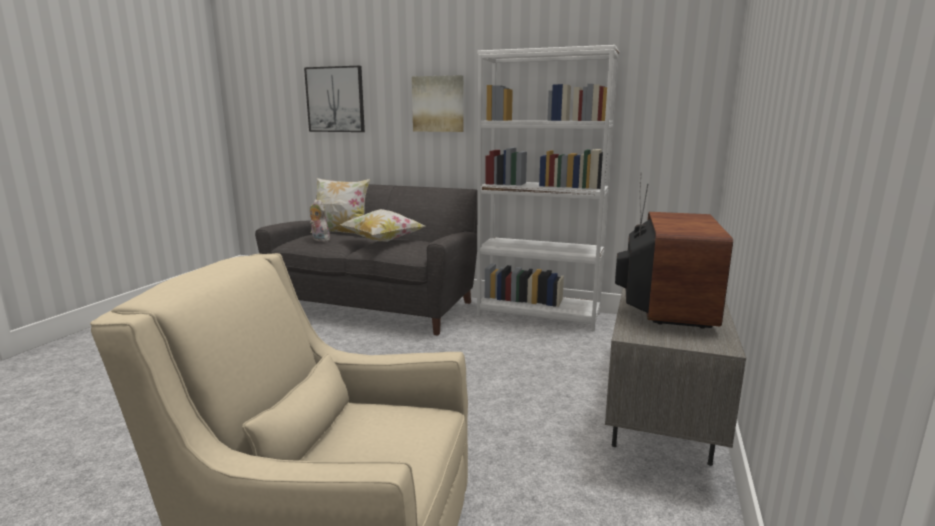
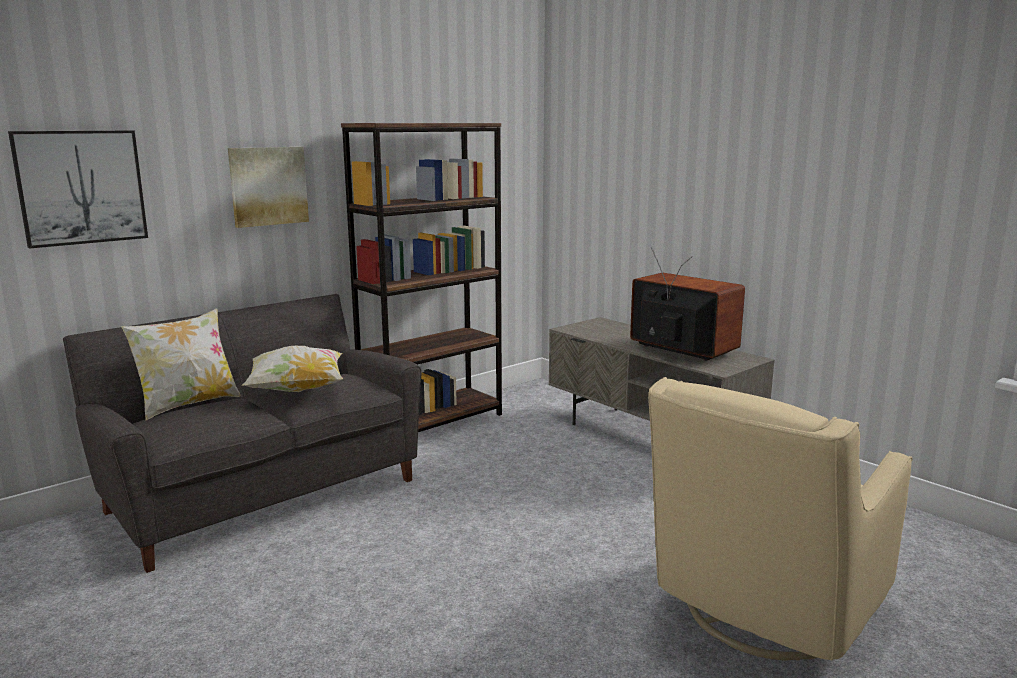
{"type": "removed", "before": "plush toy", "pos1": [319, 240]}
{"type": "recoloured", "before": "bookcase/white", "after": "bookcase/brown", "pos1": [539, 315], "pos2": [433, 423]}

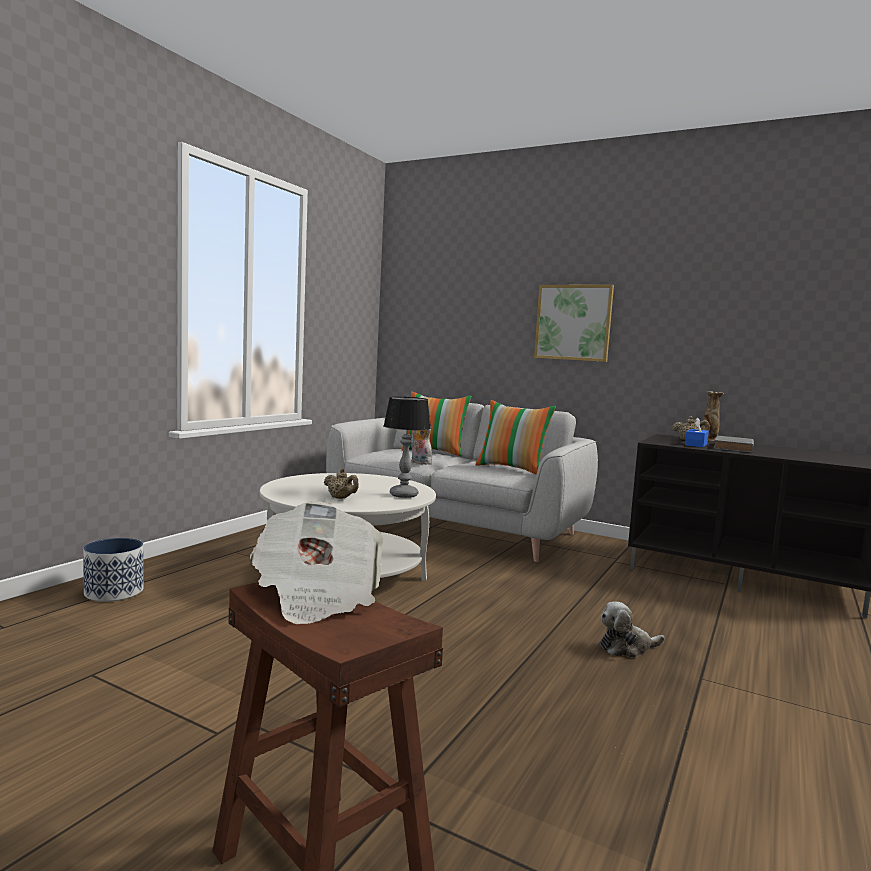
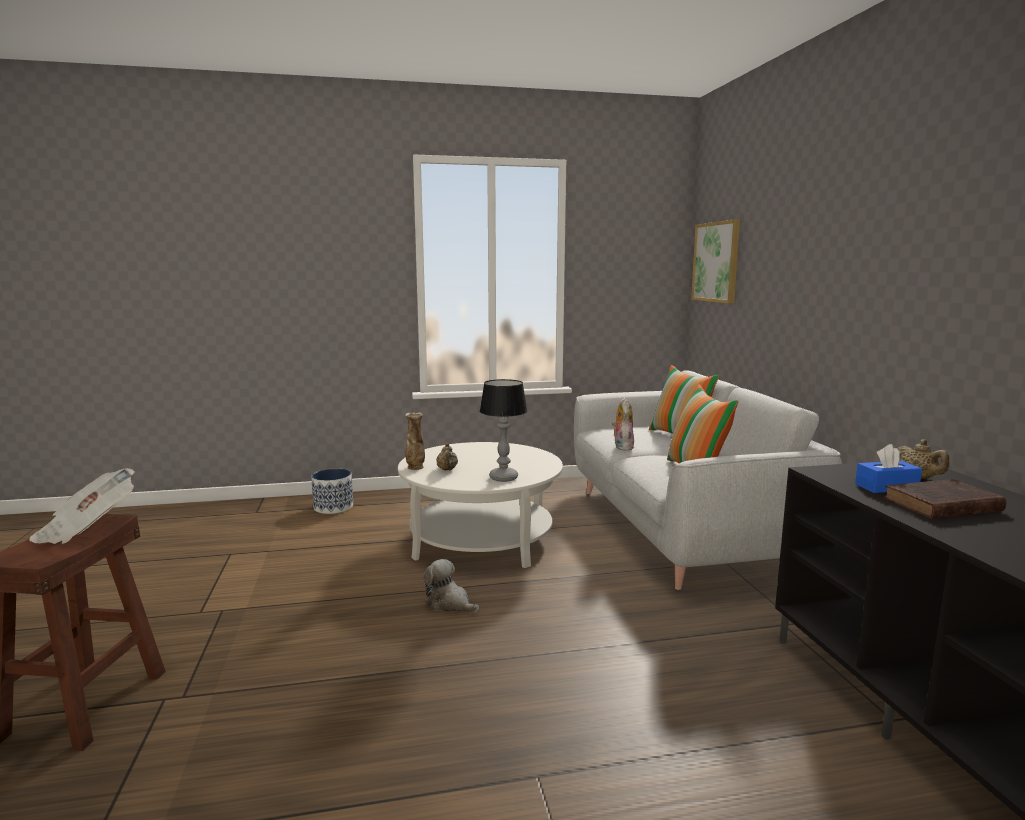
{"type": "moved", "before": "picture", "pos1": [573, 322], "pos2": [716, 262]}
{"type": "moved", "before": "plush toy", "pos1": [627, 648], "pos2": [449, 604]}
{"type": "moved", "before": "vase", "pos1": [709, 440], "pos2": [415, 467]}
{"type": "recoloured", "before": "book/grey", "after": "book/brown", "pos1": [733, 448], "pos2": [939, 505]}

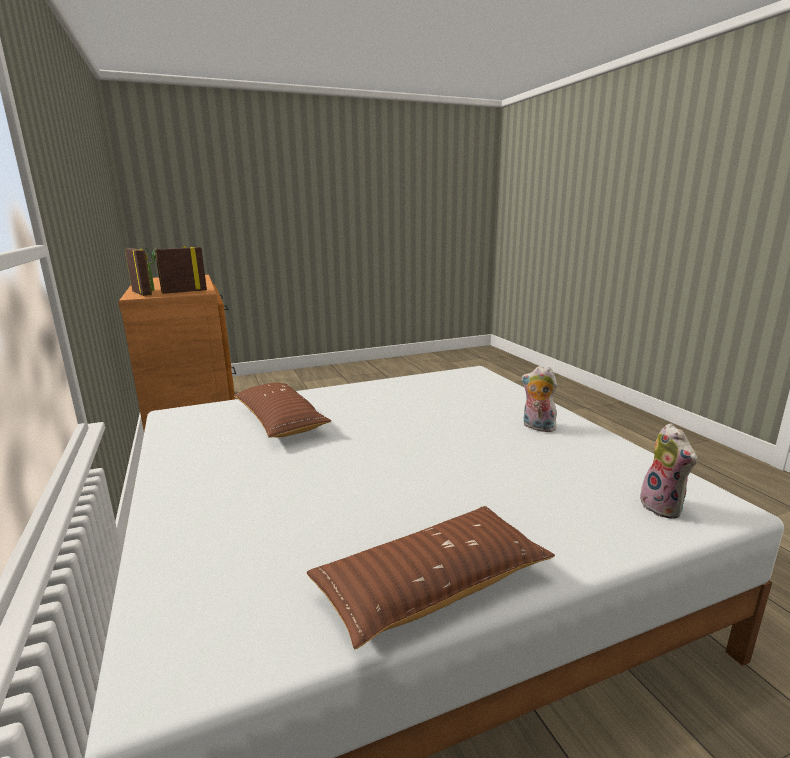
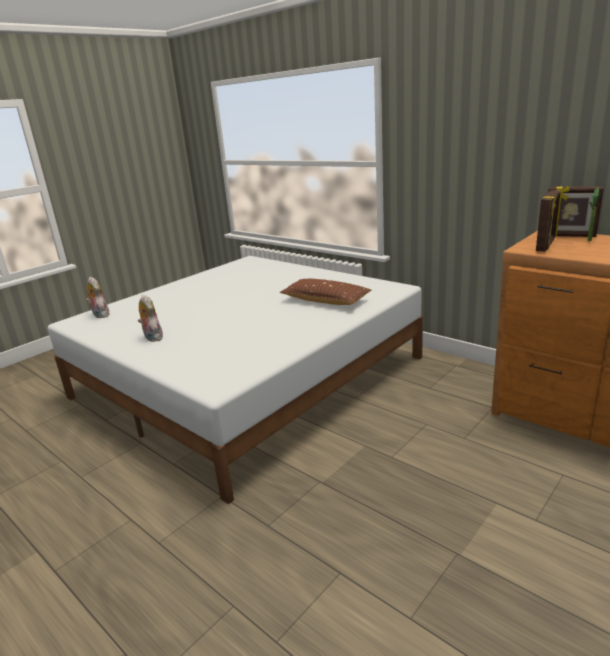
{"type": "removed", "before": "pillow/brown", "pos1": [432, 586]}
{"type": "turned", "before": "plush toy", "pos1": [537, 427], "pos2": [152, 337], "turn": -135}

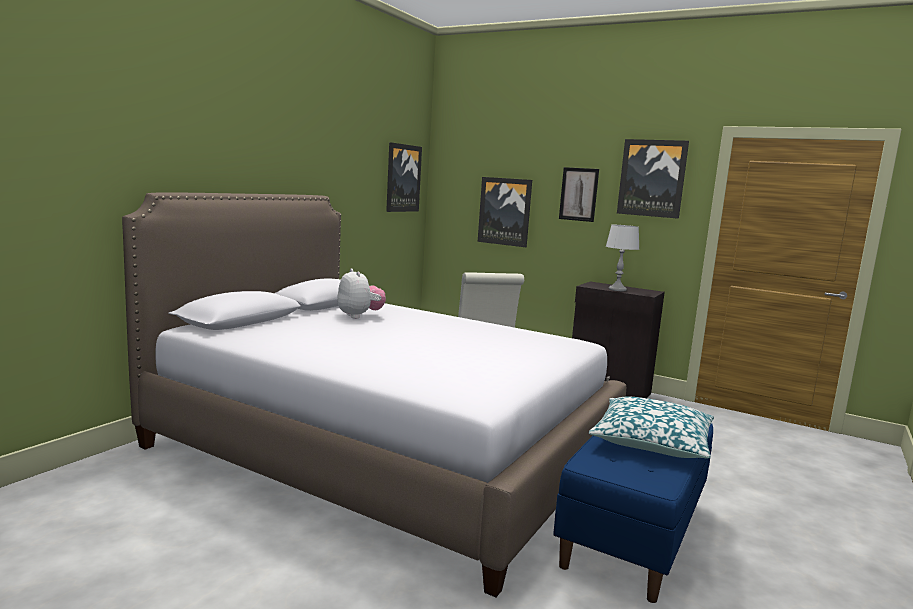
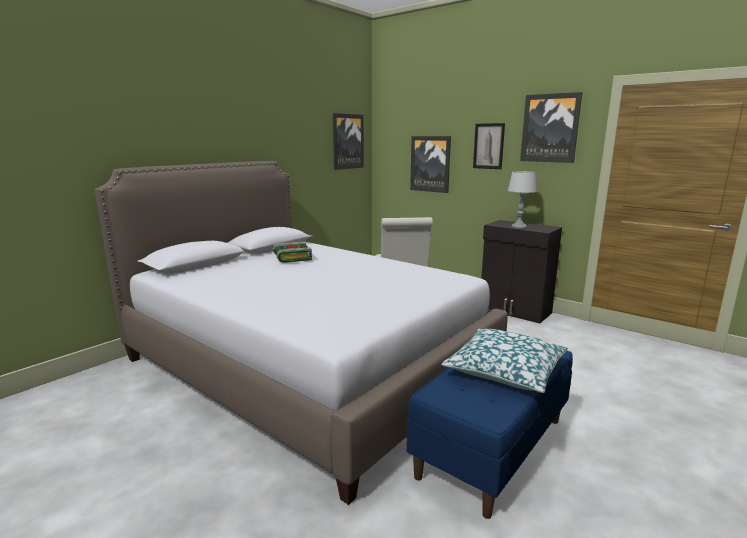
{"type": "replaced", "before": "plush toy", "after": "book", "pos1": [359, 316], "pos2": [291, 257]}

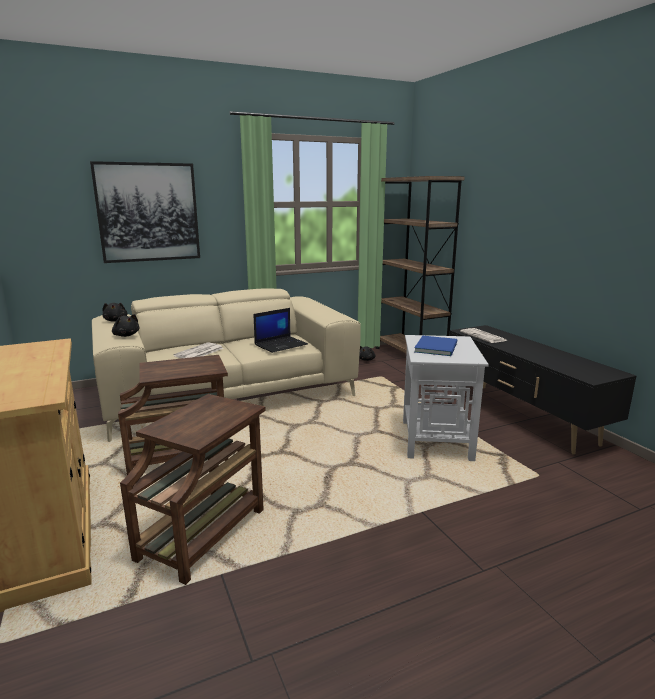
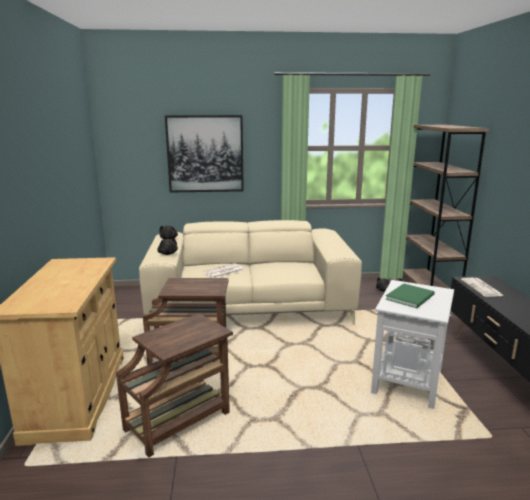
{"type": "removed", "before": "laptop", "pos1": [281, 344]}
{"type": "recoloured", "before": "book/blue", "after": "book/green", "pos1": [437, 347], "pos2": [411, 297]}

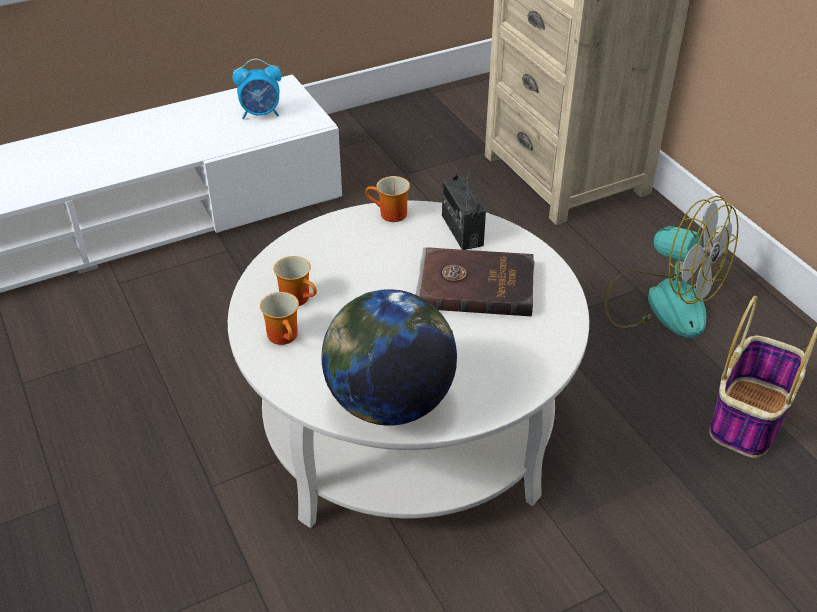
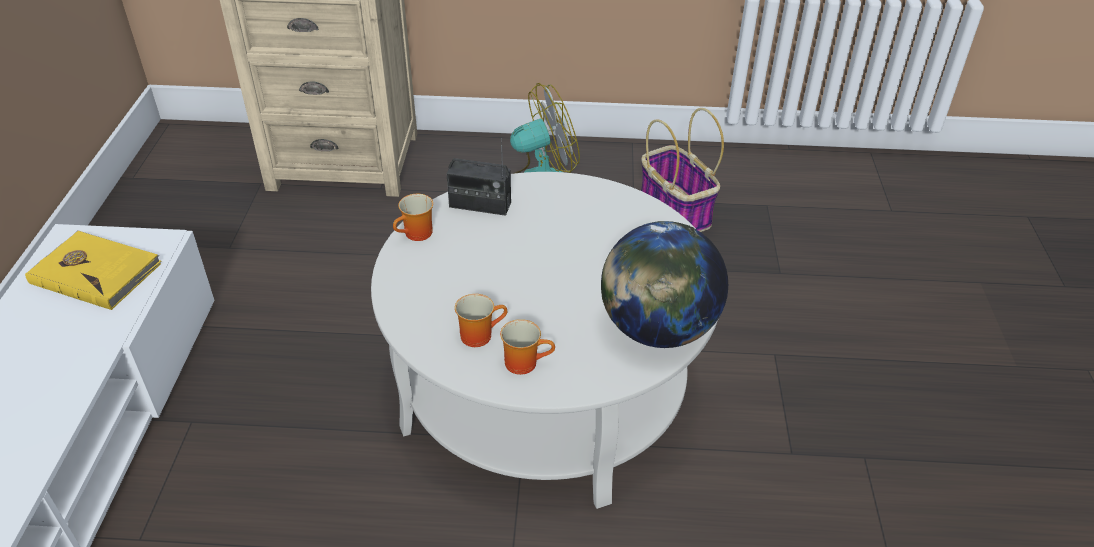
{"type": "removed", "before": "book/brown", "pos1": [475, 285]}
{"type": "replaced", "before": "alarm clock", "after": "book/yellow", "pos1": [261, 114], "pos2": [96, 272]}

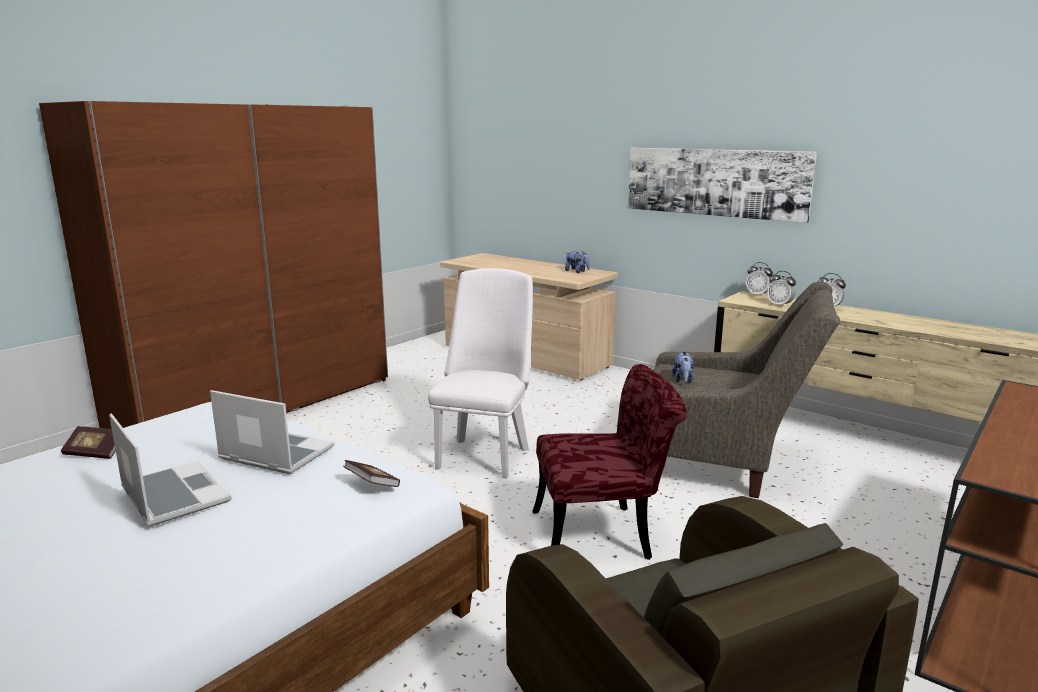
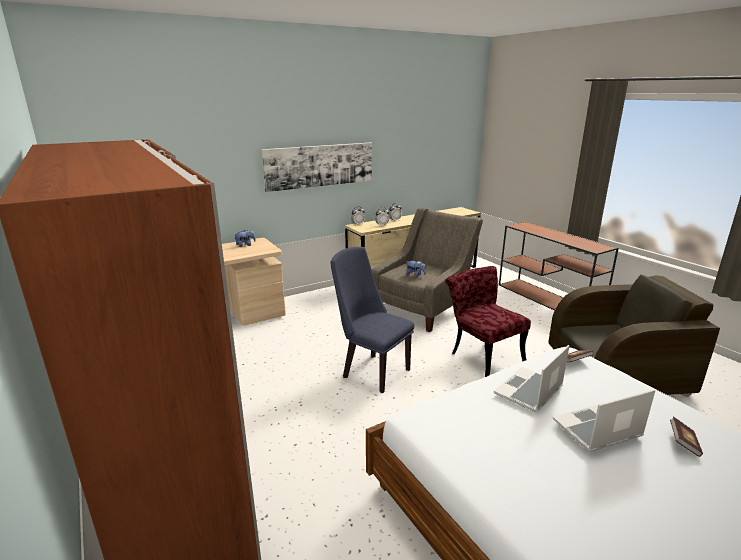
{"type": "moved", "before": "book", "pos1": [95, 452], "pos2": [683, 443]}
{"type": "recoloured", "before": "chair/white", "after": "chair/blue", "pos1": [484, 454], "pos2": [371, 371]}
{"type": "turned", "before": "chair/red", "pos1": [604, 534], "pos2": [482, 354], "turn": -45}

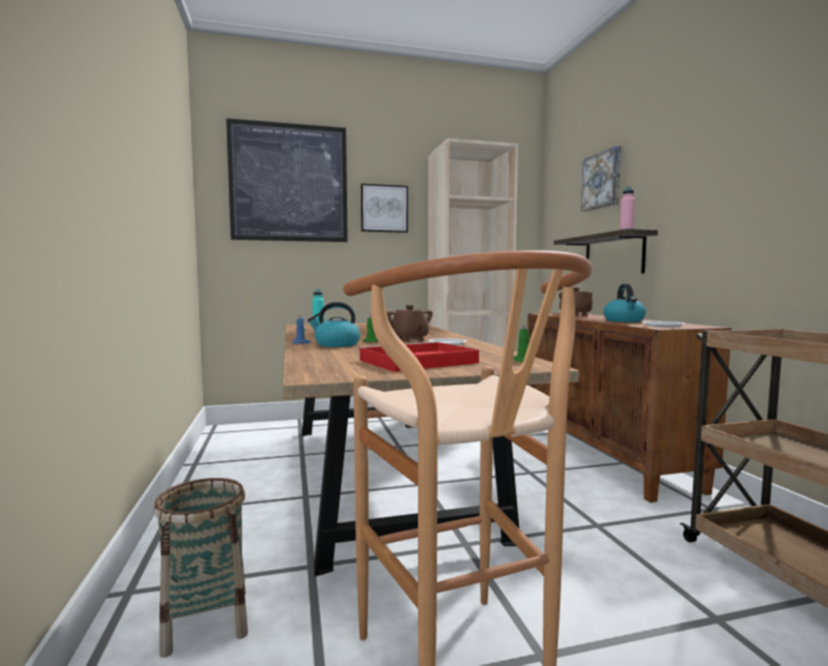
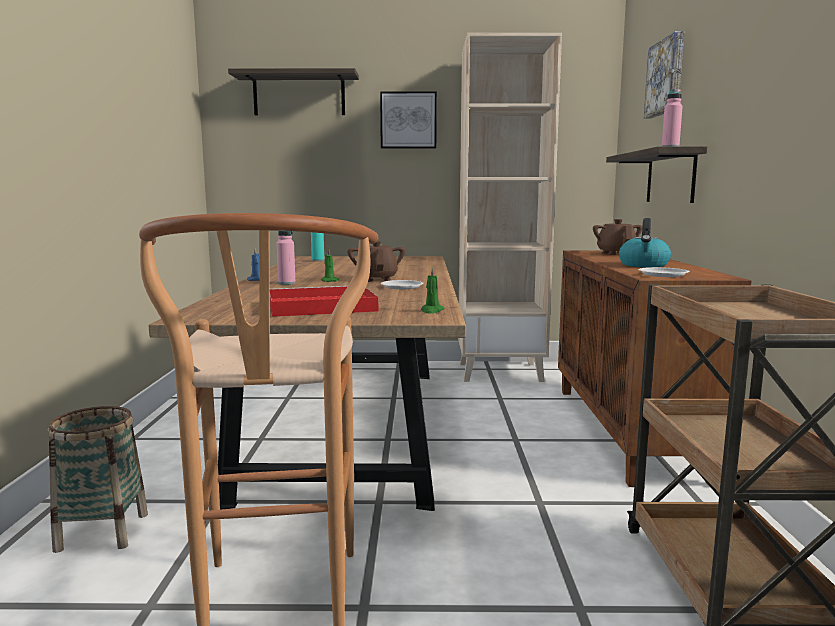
{"type": "replaced", "before": "picture", "after": "shelf", "pos1": [289, 183], "pos2": [299, 95]}
{"type": "replaced", "before": "kettle", "after": "bottle/pink", "pos1": [336, 345], "pos2": [286, 283]}

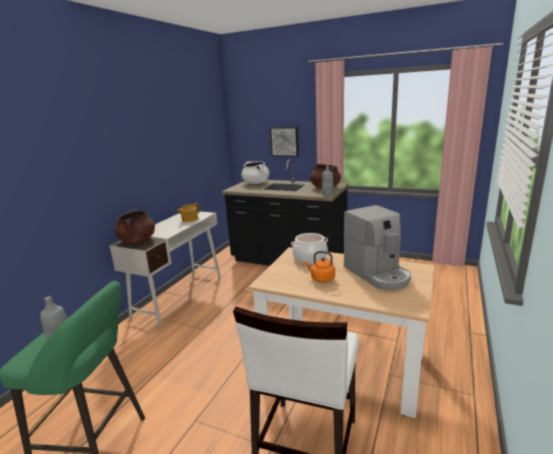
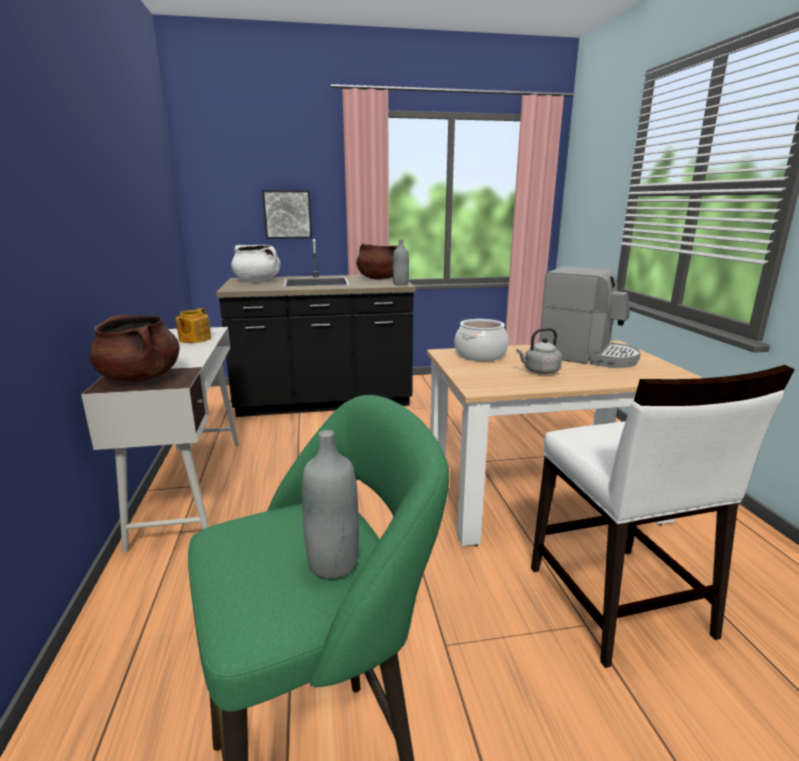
{"type": "recoloured", "before": "kettle/orange", "after": "kettle/grey", "pos1": [321, 279], "pos2": [539, 371]}

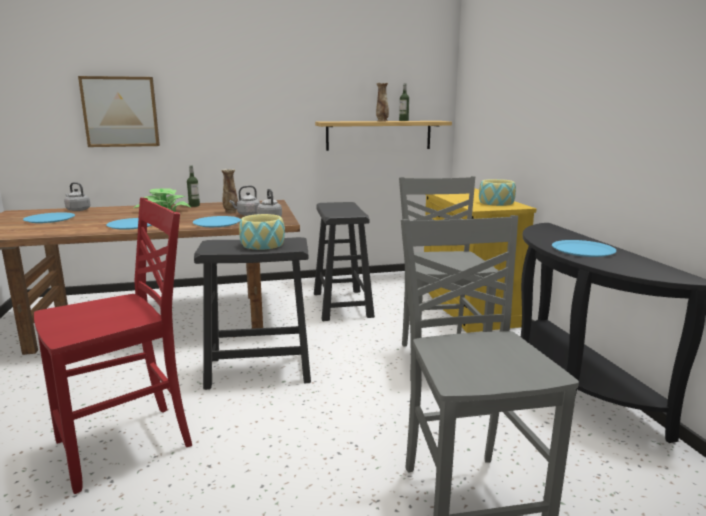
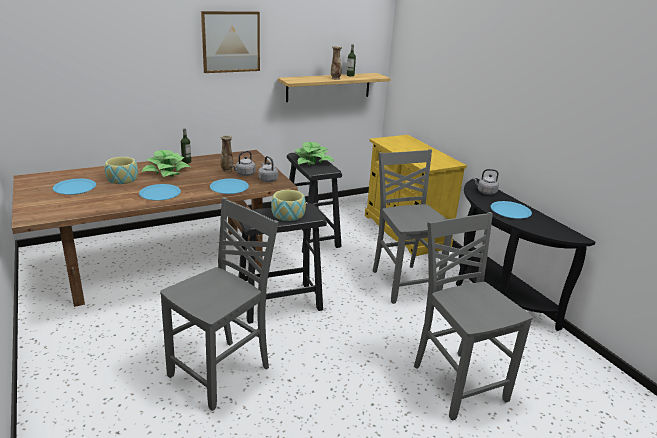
{"type": "added", "after": "potted plant", "pos2": [313, 161]}
{"type": "moved", "before": "kettle/grey", "pos1": [77, 210], "pos2": [485, 192]}
{"type": "moved", "before": "picture", "pos1": [120, 112], "pos2": [231, 42]}
{"type": "moved", "before": "bowl", "pos1": [496, 203], "pos2": [122, 179]}
{"type": "recoloured", "before": "chair/red", "after": "chair/grey", "pos1": [128, 444], "pos2": [222, 372]}

